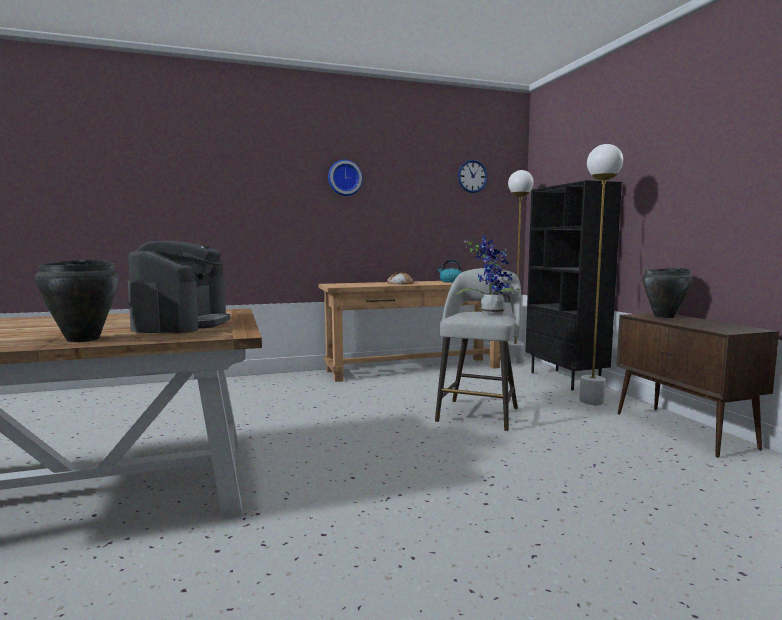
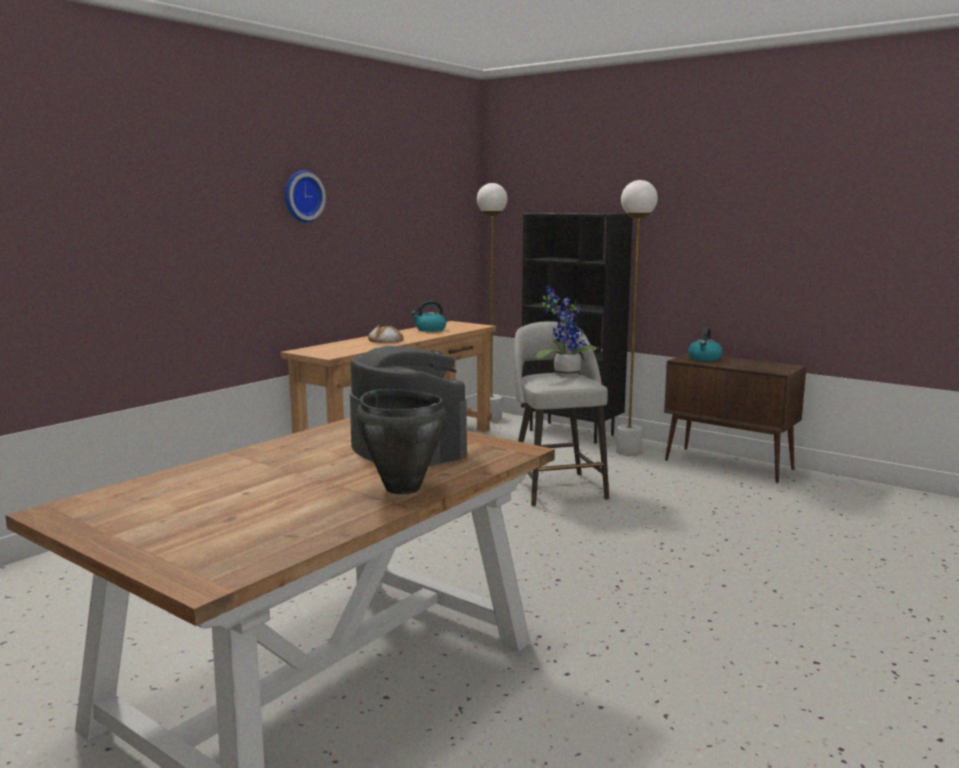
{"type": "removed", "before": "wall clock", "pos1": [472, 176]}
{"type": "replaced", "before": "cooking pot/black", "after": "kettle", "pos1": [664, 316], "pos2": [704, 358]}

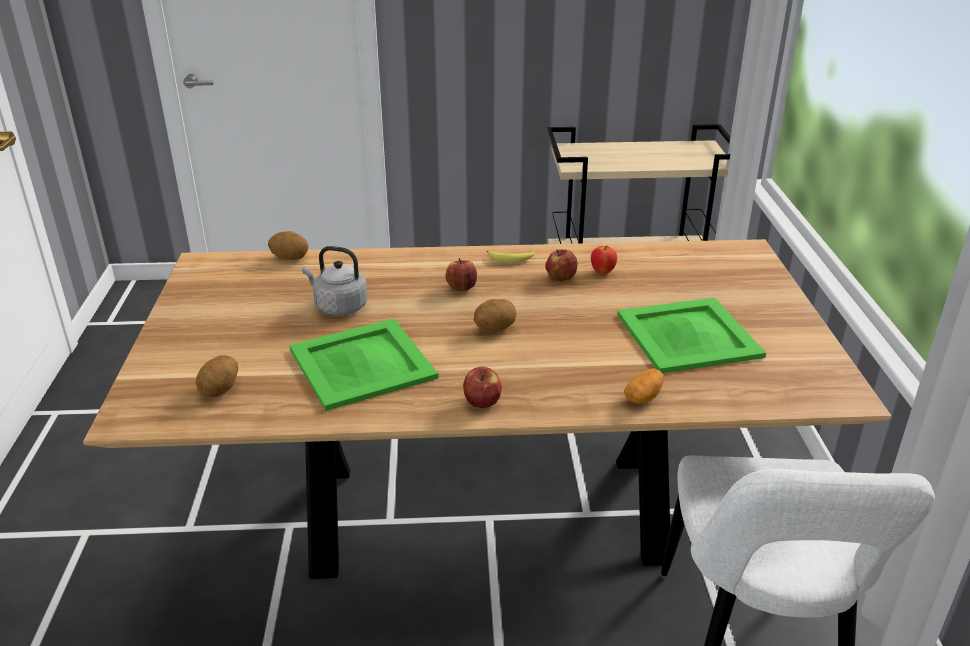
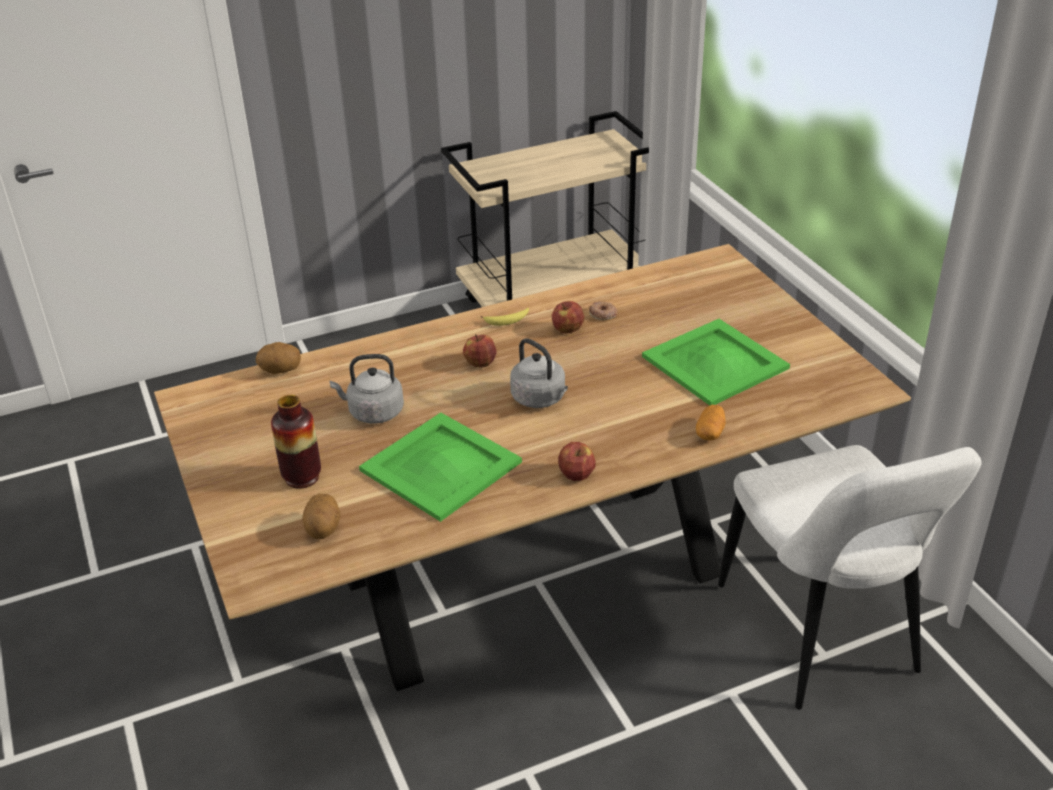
{"type": "added", "after": "vase", "pos2": [302, 477]}
{"type": "replaced", "before": "potato", "after": "kettle/grey", "pos1": [494, 329], "pos2": [540, 399]}
{"type": "replaced", "before": "apple", "after": "donut", "pos1": [602, 272], "pos2": [602, 314]}

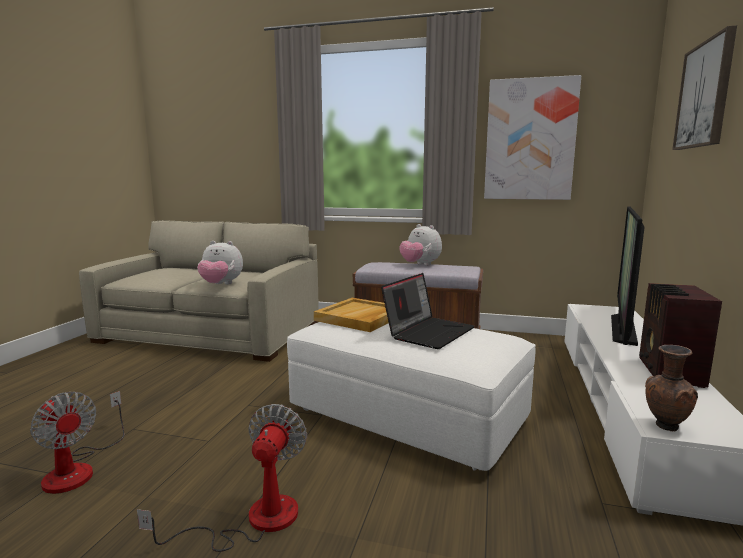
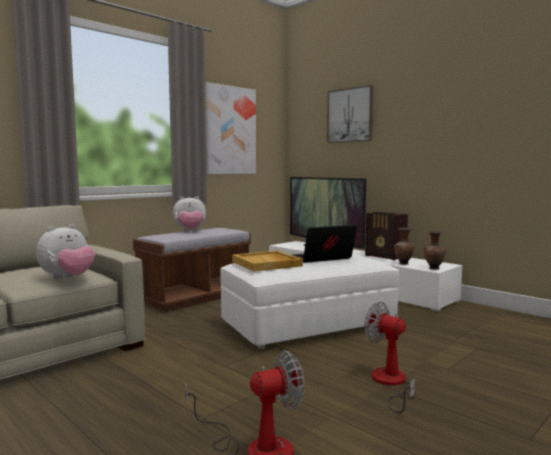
{"type": "added", "after": "vase/brown", "pos2": [403, 264]}
{"type": "turned", "before": "laptop", "pos1": [428, 332], "pos2": [321, 259], "turn": -90}

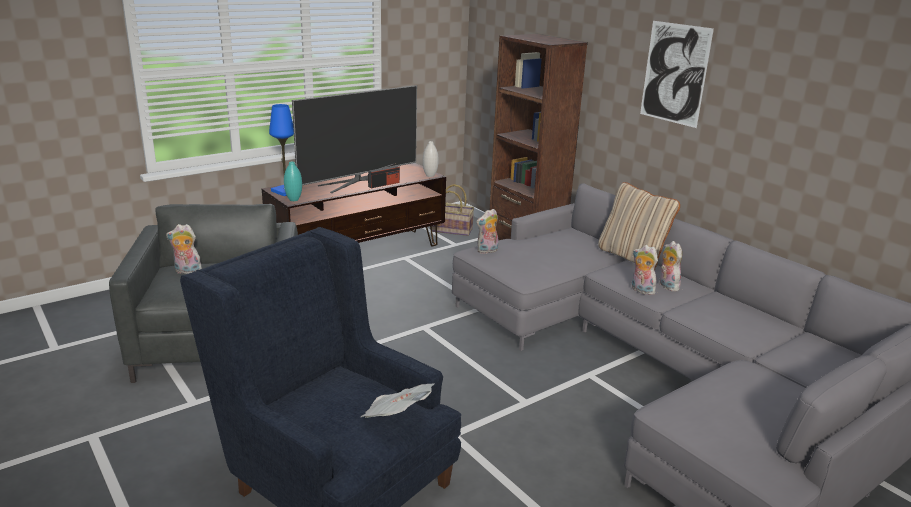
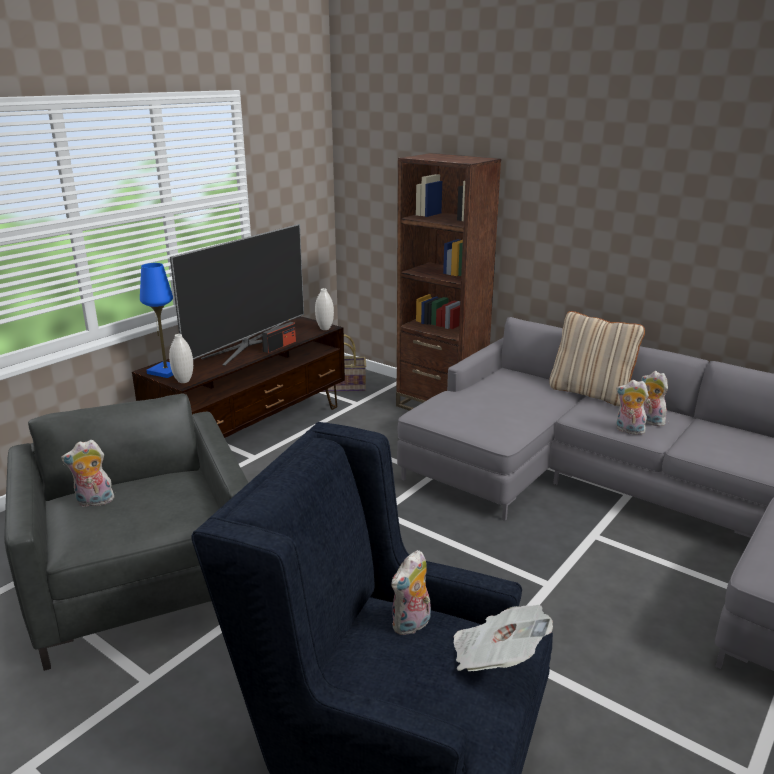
{"type": "removed", "before": "picture", "pos1": [674, 73]}
{"type": "moved", "before": "plush toy", "pos1": [487, 251], "pos2": [412, 626]}
{"type": "recoloured", "before": "vase/turquoise", "after": "vase/white", "pos1": [294, 200], "pos2": [183, 381]}

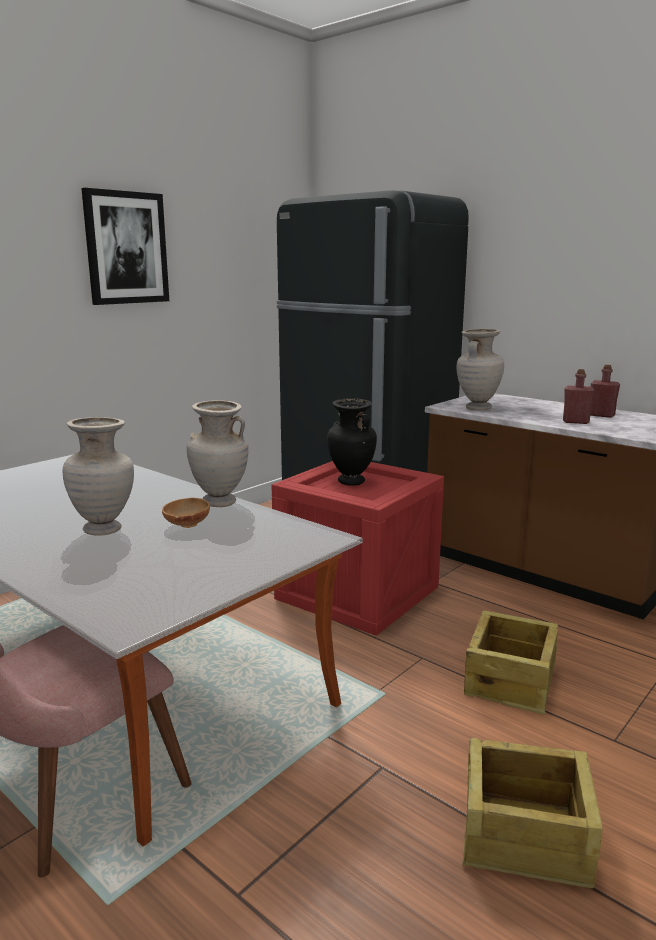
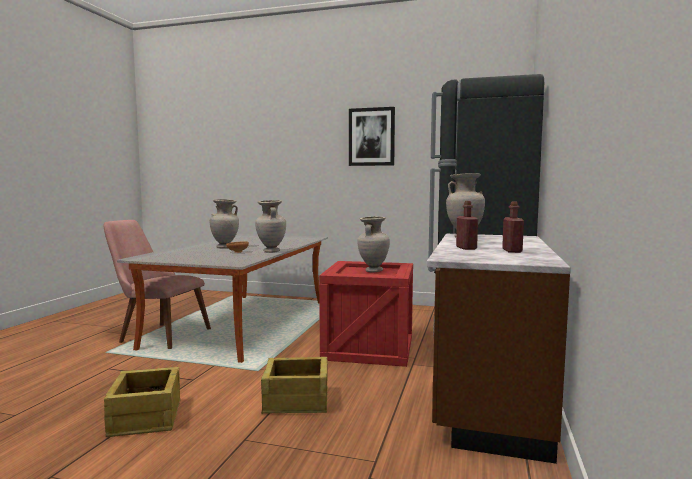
{"type": "recoloured", "before": "vase/black", "after": "vase/beige", "pos1": [350, 482], "pos2": [373, 271]}

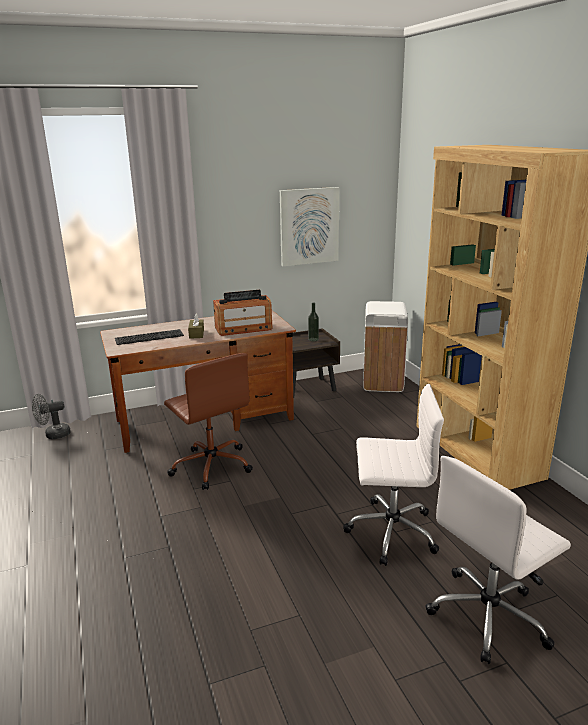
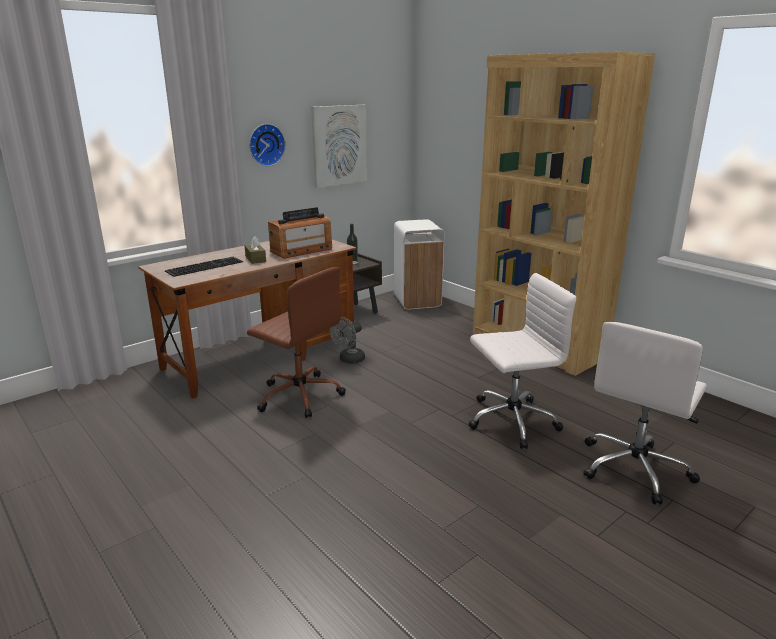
{"type": "added", "after": "wall clock", "pos2": [265, 144]}
{"type": "moved", "before": "fan/grey", "pos1": [53, 435], "pos2": [349, 360]}

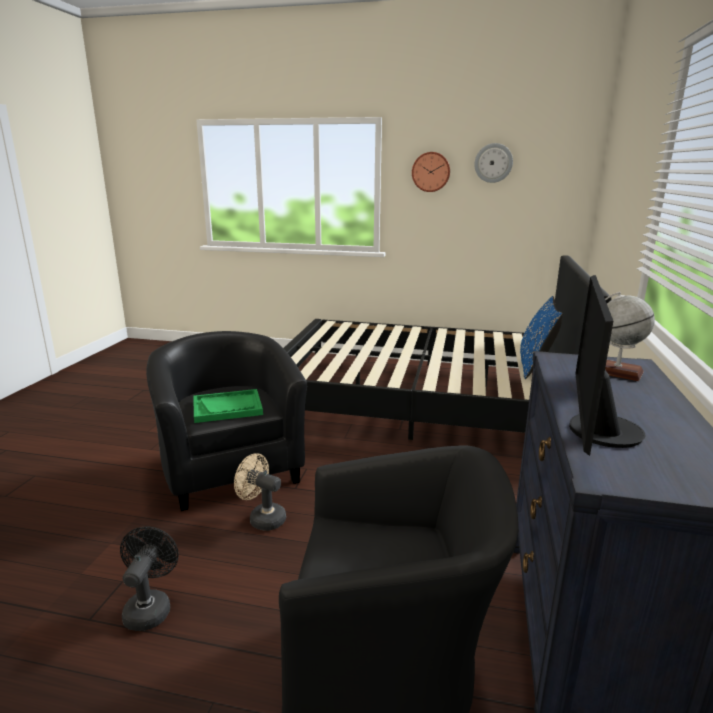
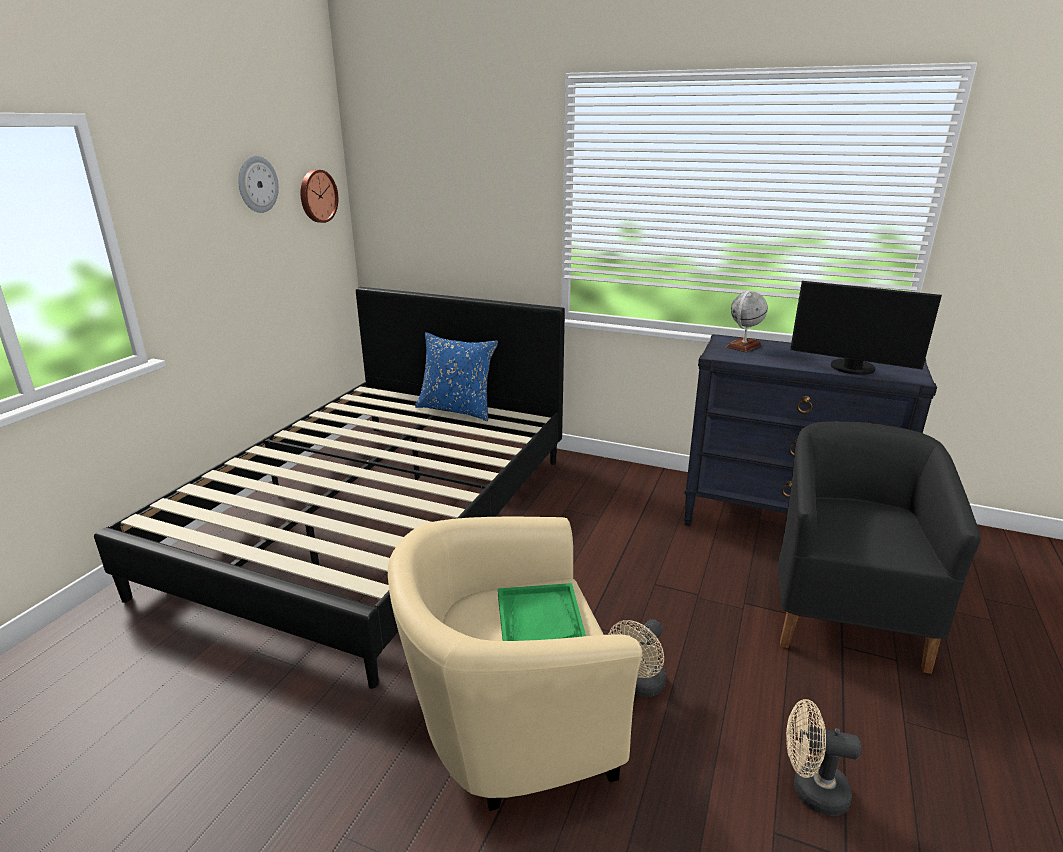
{"type": "moved", "before": "wall clock", "pos1": [431, 172], "pos2": [317, 196]}
{"type": "recoloured", "before": "fan/black", "after": "fan/beige", "pos1": [150, 607], "pos2": [810, 790]}
{"type": "recoloured", "before": "armchair/black", "after": "armchair/beige", "pos1": [231, 468], "pos2": [507, 723]}

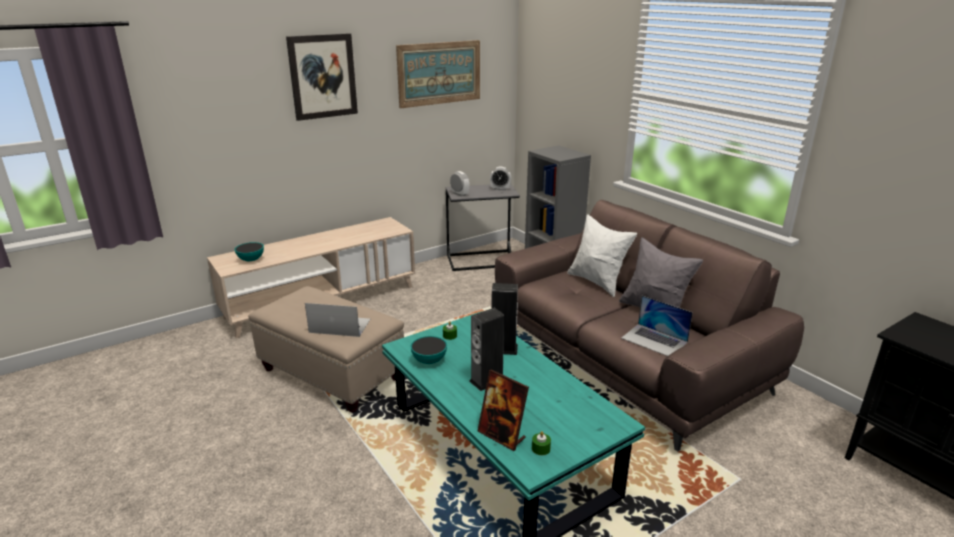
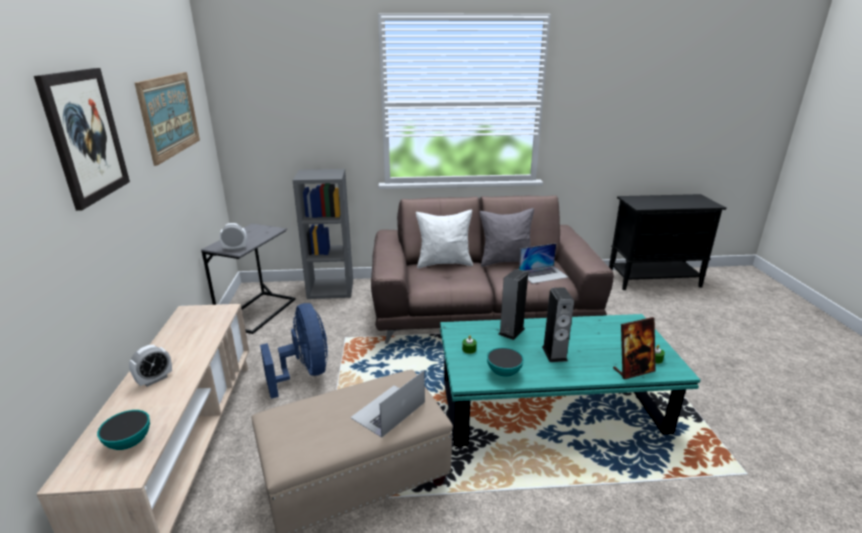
{"type": "added", "after": "fan/blue", "pos2": [305, 373]}
{"type": "moved", "before": "alarm clock", "pos1": [500, 189], "pos2": [155, 379]}

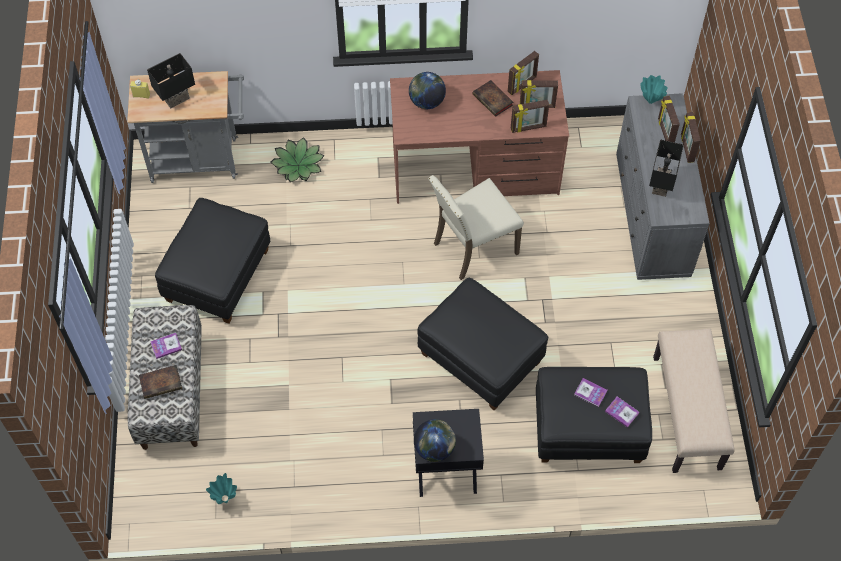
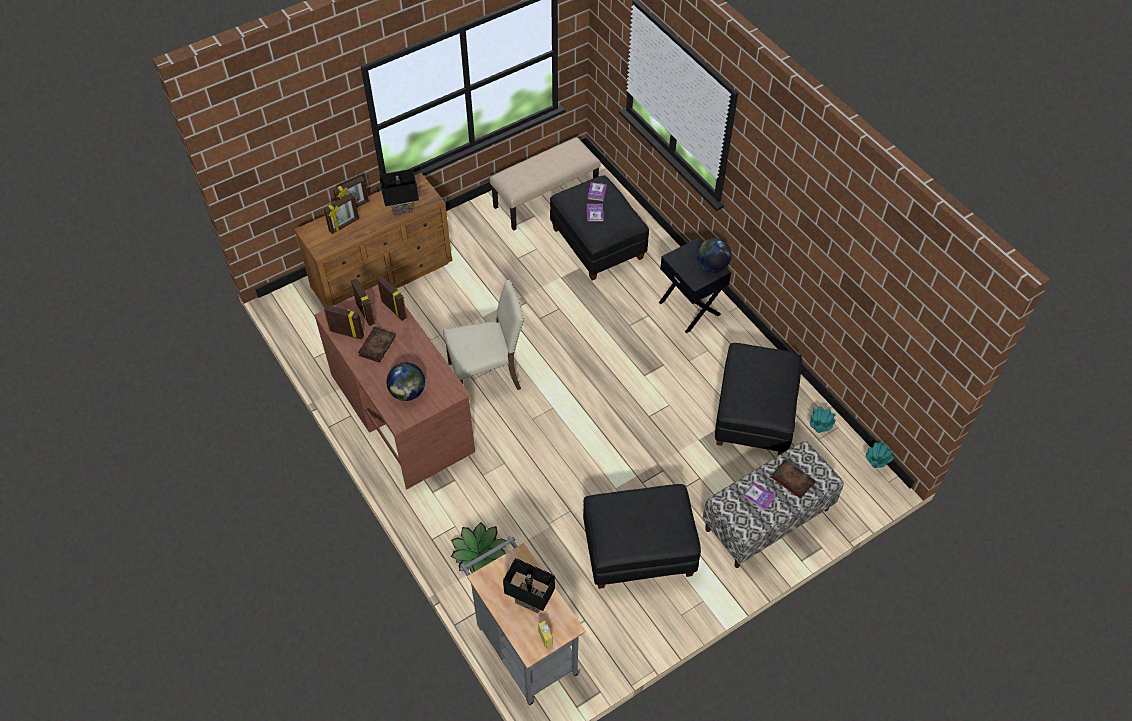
{"type": "moved", "before": "ottoman/black", "pos1": [480, 358], "pos2": [754, 415]}
{"type": "moved", "before": "vase/turquoise", "pos1": [650, 101], "pos2": [874, 465]}
{"type": "recoloured", "before": "dresser/grey", "after": "dresser/brown", "pos1": [652, 216], "pos2": [383, 275]}
{"type": "turned", "before": "chair/beige", "pos1": [473, 248], "pos2": [486, 377], "turn": -45}

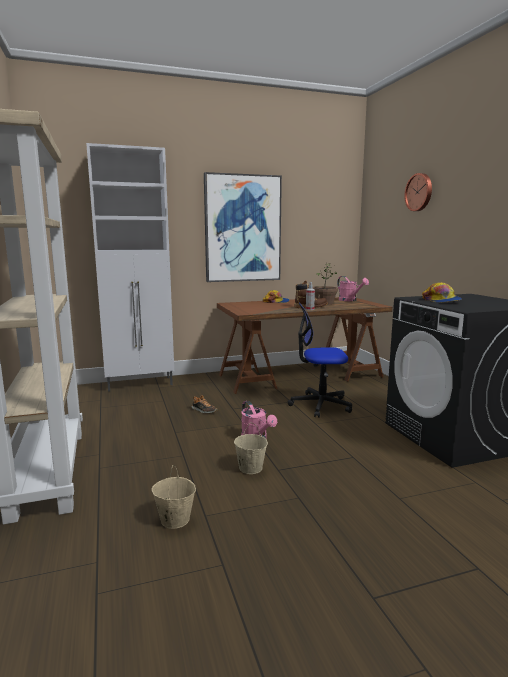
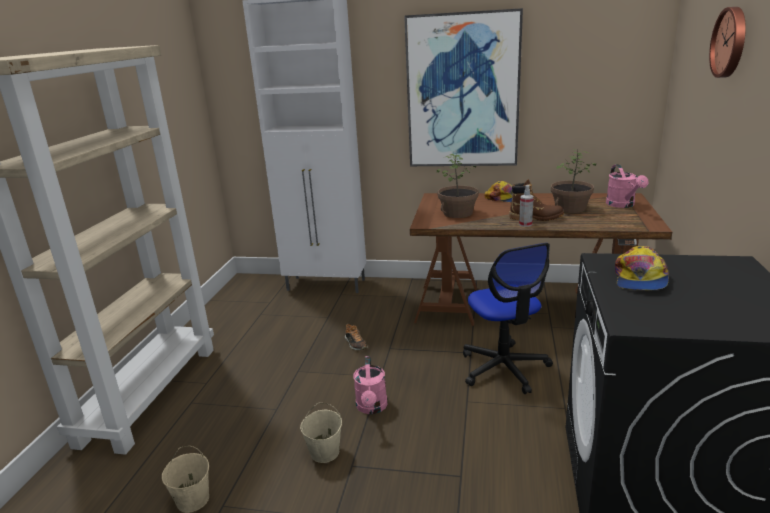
{"type": "added", "after": "potted plant", "pos2": [458, 213]}
{"type": "turned", "before": "office chair", "pos1": [320, 405], "pos2": [504, 368], "turn": -135}

